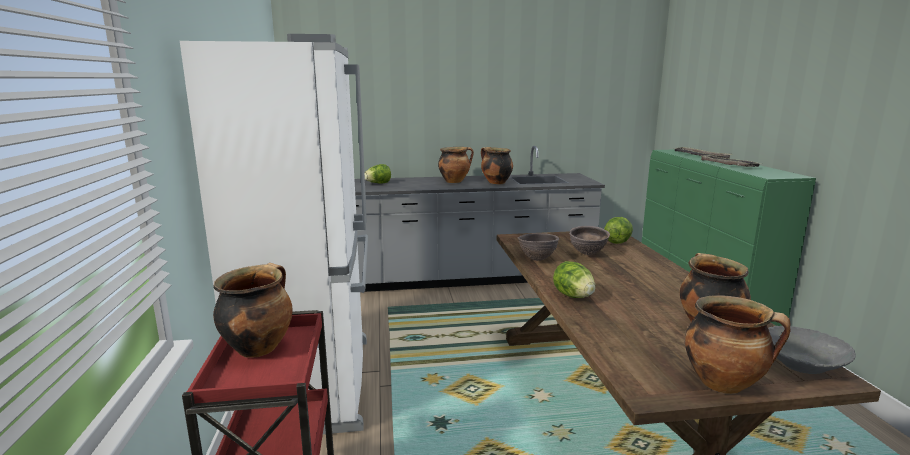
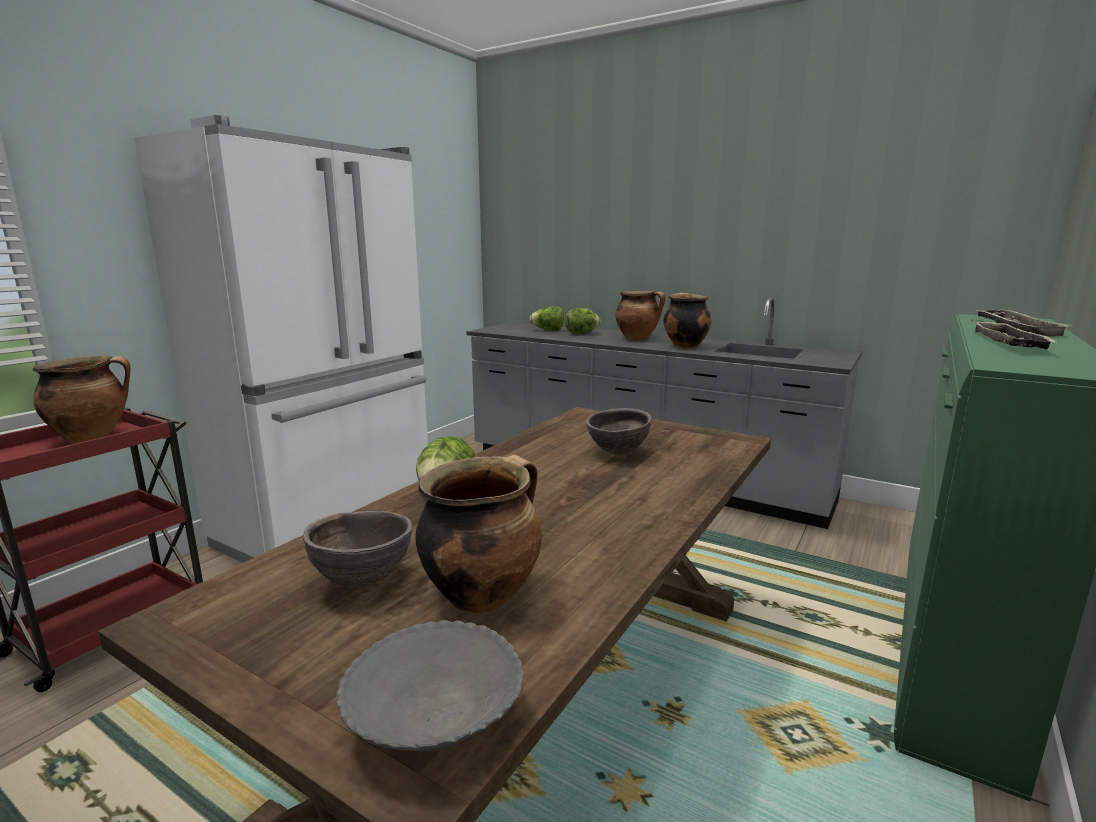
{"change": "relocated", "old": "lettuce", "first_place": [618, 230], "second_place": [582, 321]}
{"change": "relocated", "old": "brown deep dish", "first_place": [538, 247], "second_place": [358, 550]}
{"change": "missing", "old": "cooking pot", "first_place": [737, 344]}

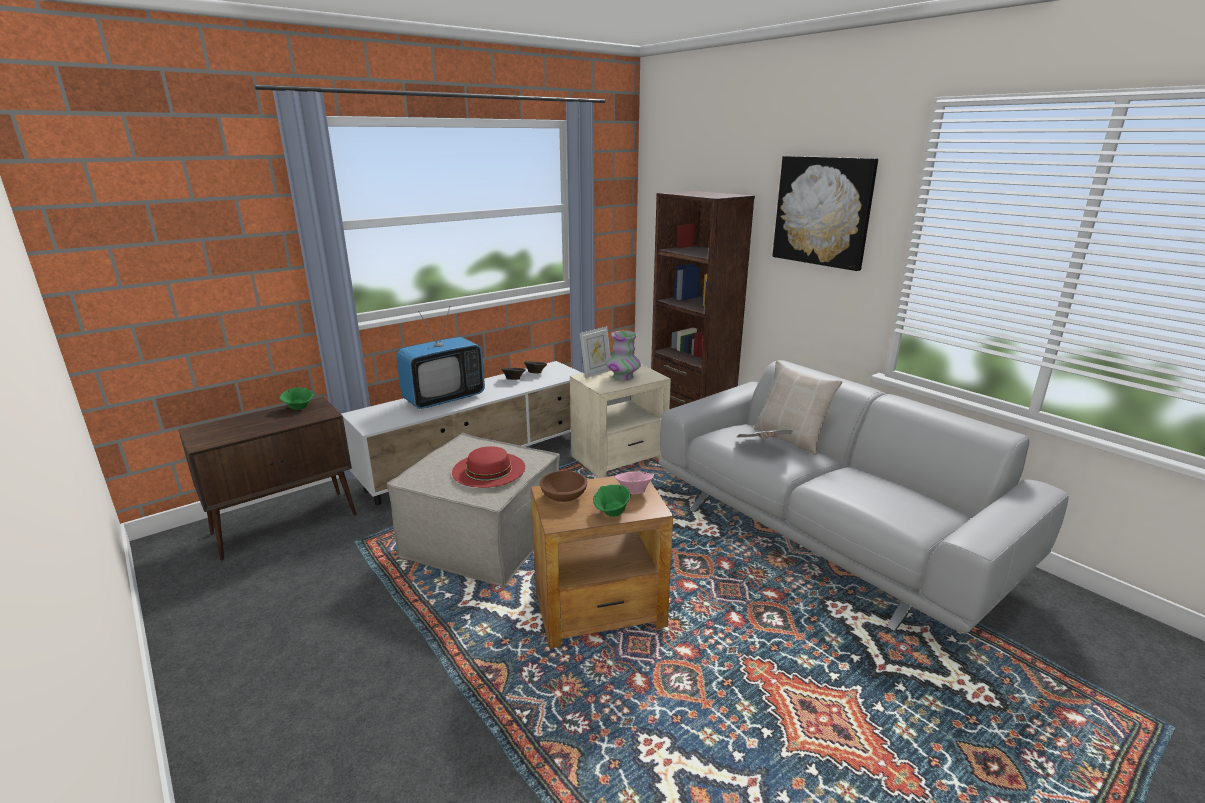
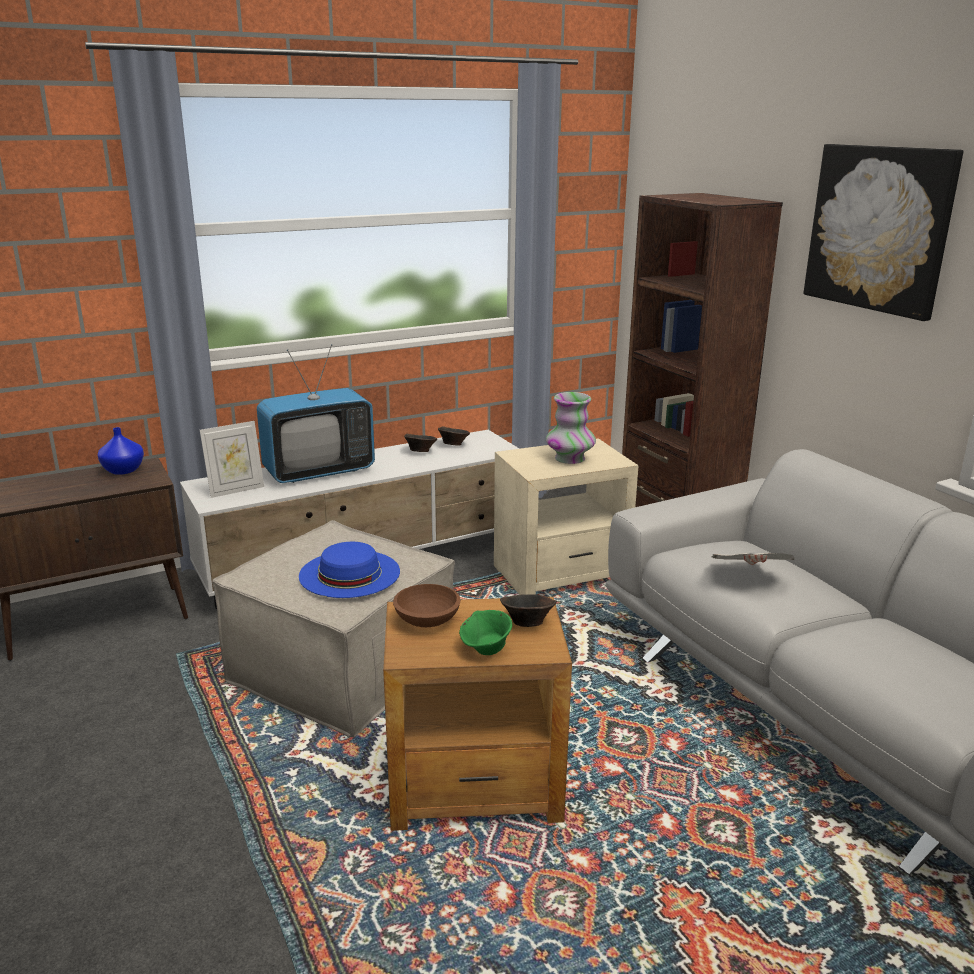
{"change": "relocated", "old": "photo frame", "first_place": [595, 352], "second_place": [232, 459]}
{"change": "missing", "old": "beige cushion", "first_place": [798, 408]}
{"change": "exchanged", "old": "green deep dish", "new": "blue-coloured flower vase", "first_place": [296, 399], "second_place": [121, 451]}
{"change": "colour", "old": "red-coloured wearable hat", "new": "blue-coloured wearable hat", "first_place": [488, 467], "second_place": [349, 570]}
{"change": "colour", "old": "pinkish deep dish", "new": "brown deep dish", "first_place": [634, 482], "second_place": [528, 610]}

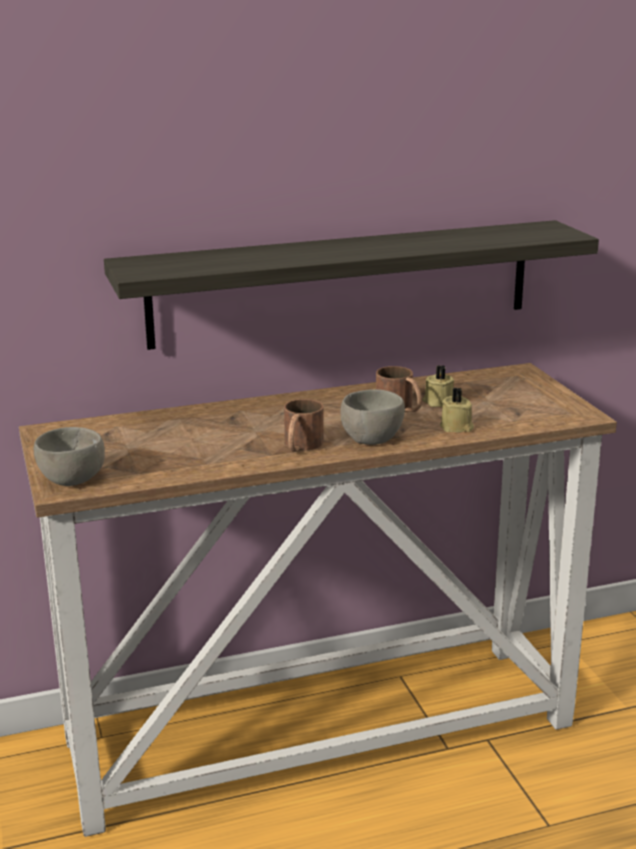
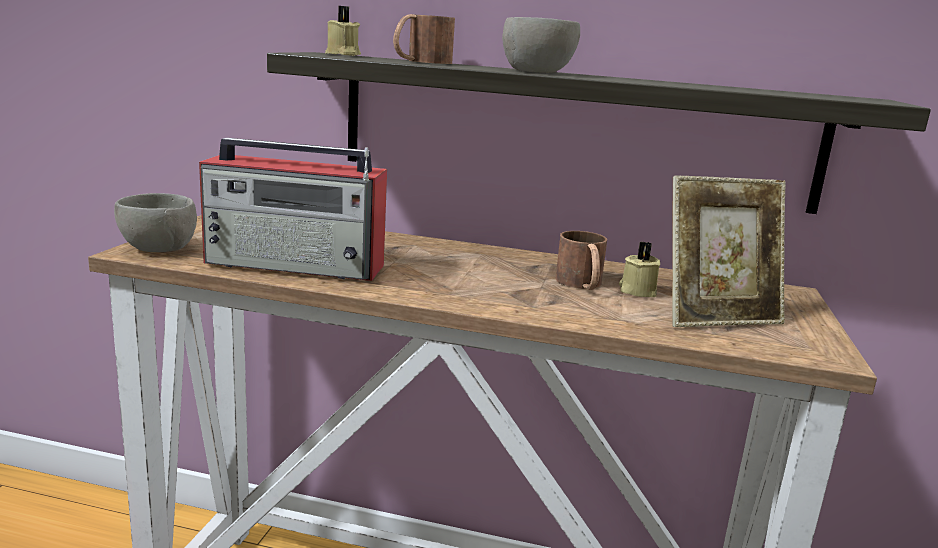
{"change": "relocated", "old": "beige wax light", "first_place": [457, 410], "second_place": [343, 31]}
{"change": "relocated", "old": "gray deep dish", "first_place": [373, 417], "second_place": [541, 45]}
{"change": "relocated", "old": "brown coffee mug", "first_place": [304, 425], "second_place": [424, 39]}
{"change": "appeared", "new": "radio receiver", "second_place": [293, 209]}
{"change": "appeared", "new": "photo frame", "second_place": [728, 251]}

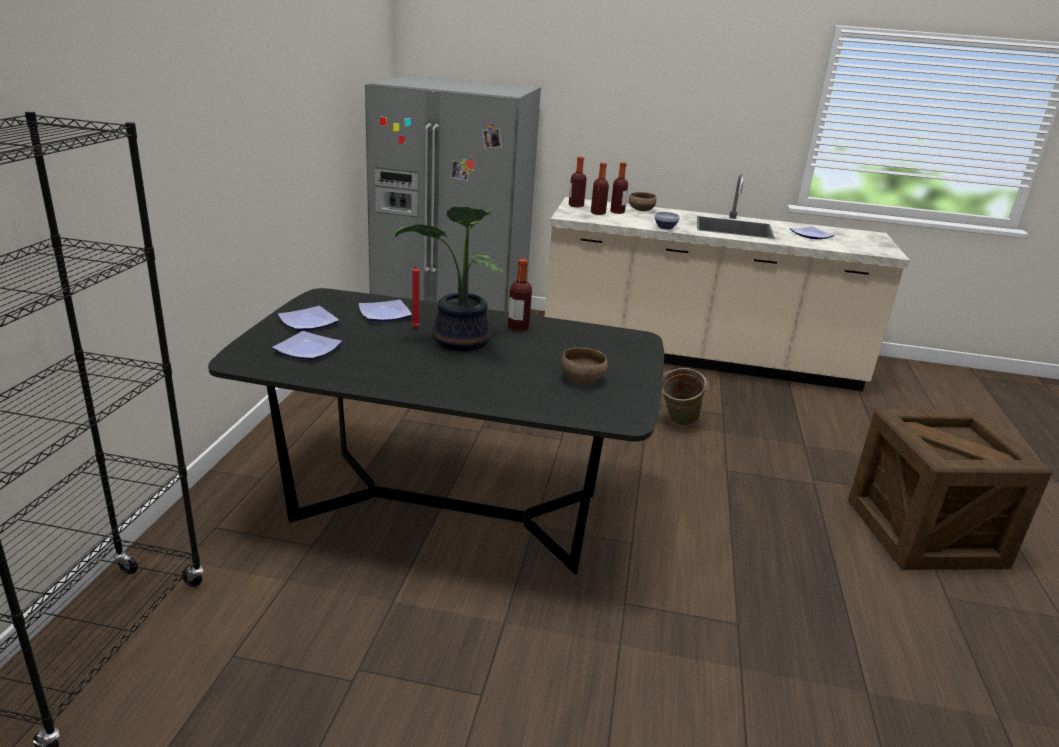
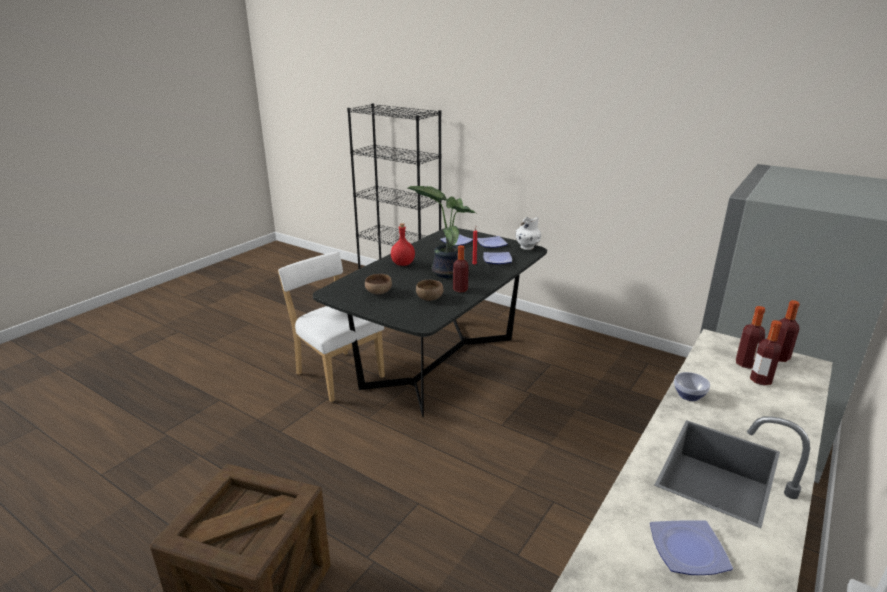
{"change": "relocated", "old": "brown deep dish", "first_place": [642, 201], "second_place": [429, 290]}
{"change": "missing", "old": "green bucket", "first_place": [685, 397]}
{"change": "appeared", "new": "whitish flower vase", "second_place": [528, 233]}
{"change": "appeared", "new": "red-coloured drink bottle", "second_place": [403, 244]}
{"change": "appeared", "new": "whitish plain chair", "second_place": [331, 327]}

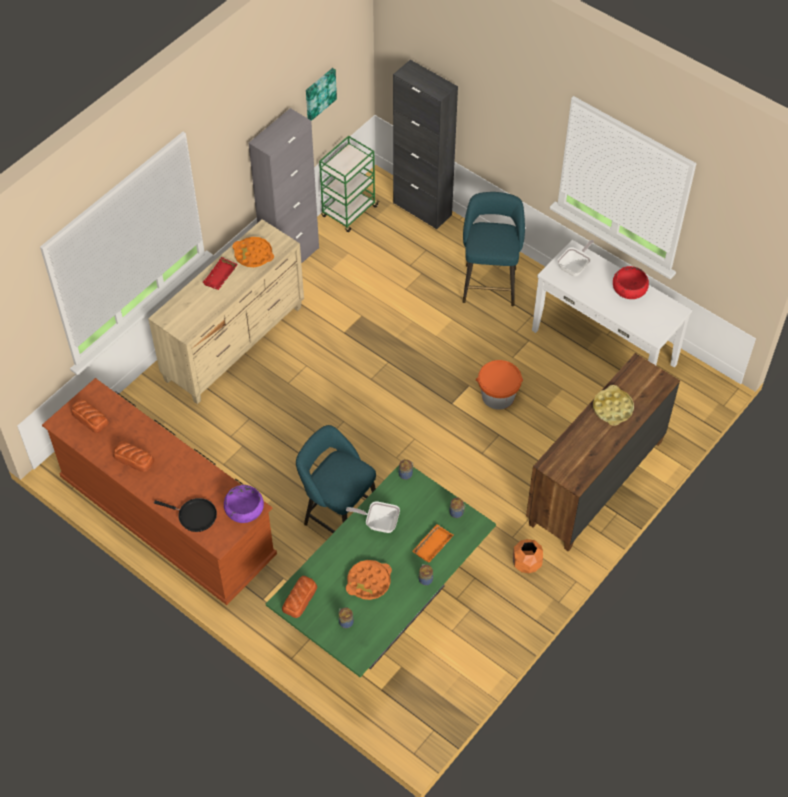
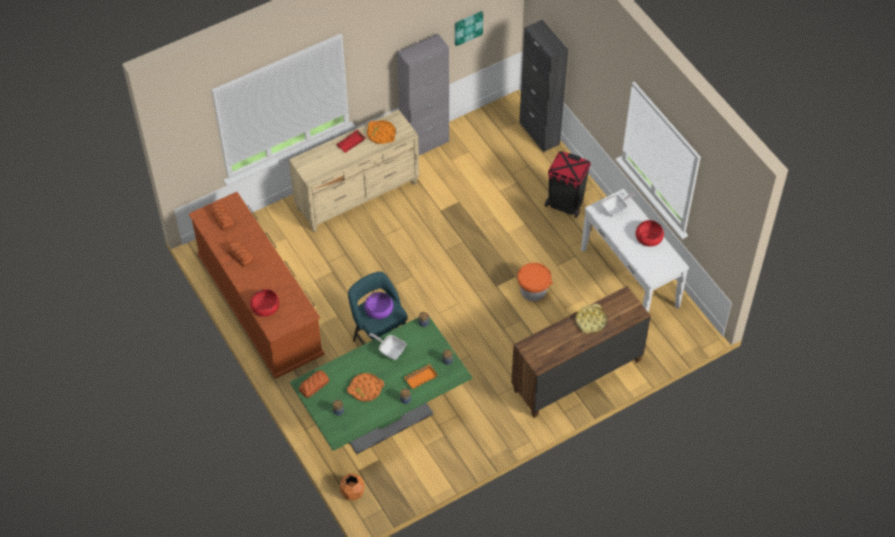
{"change": "missing", "old": "green cart", "first_place": [349, 184]}
{"change": "exchanged", "old": "turquoise stool seat", "new": "blackish waste bin", "first_place": [494, 249], "second_place": [568, 184]}
{"change": "relocated", "old": "purple deep dish", "first_place": [244, 504], "second_place": [378, 305]}
{"change": "exchanged", "old": "blackish pan", "new": "red-coloured deep dish", "first_place": [185, 515], "second_place": [265, 303]}
{"change": "relocated", "old": "orange plant pot", "first_place": [528, 556], "second_place": [352, 486]}

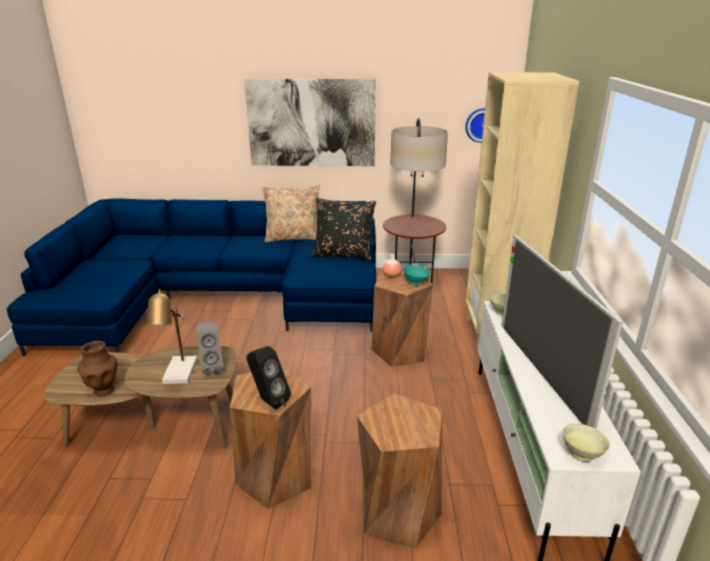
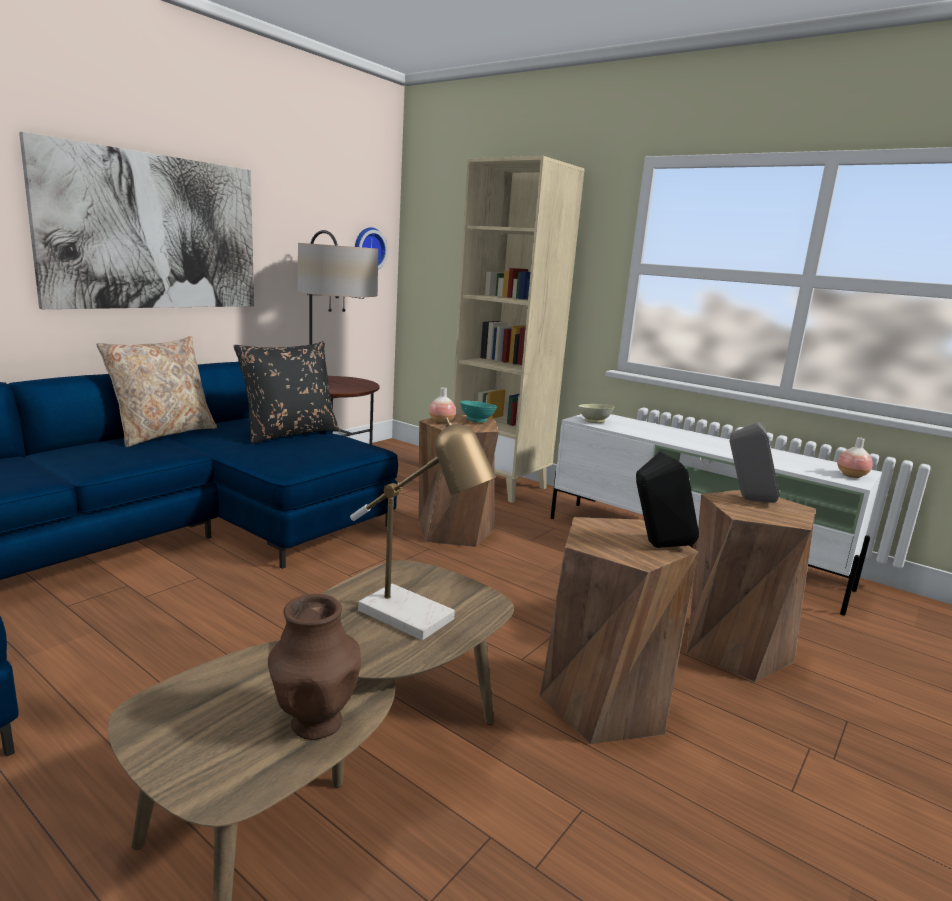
{"change": "missing", "old": "TV", "first_place": [562, 332]}
{"change": "relocated", "old": "gray speaker", "first_place": [210, 348], "second_place": [755, 462]}
{"change": "exchanged", "old": "beige deep dish", "new": "flower vase", "first_place": [586, 443], "second_place": [855, 457]}

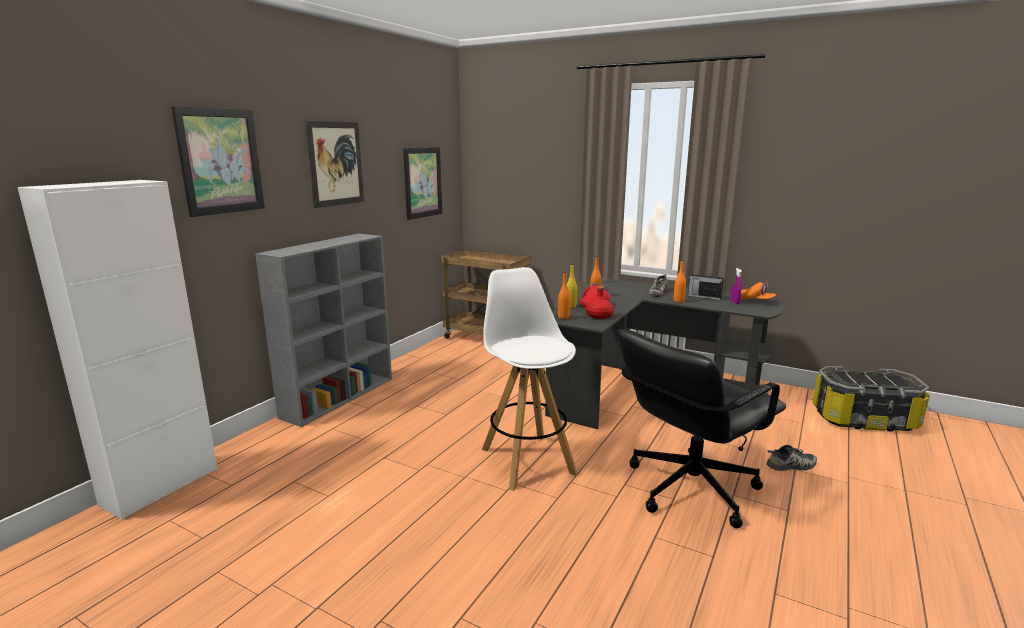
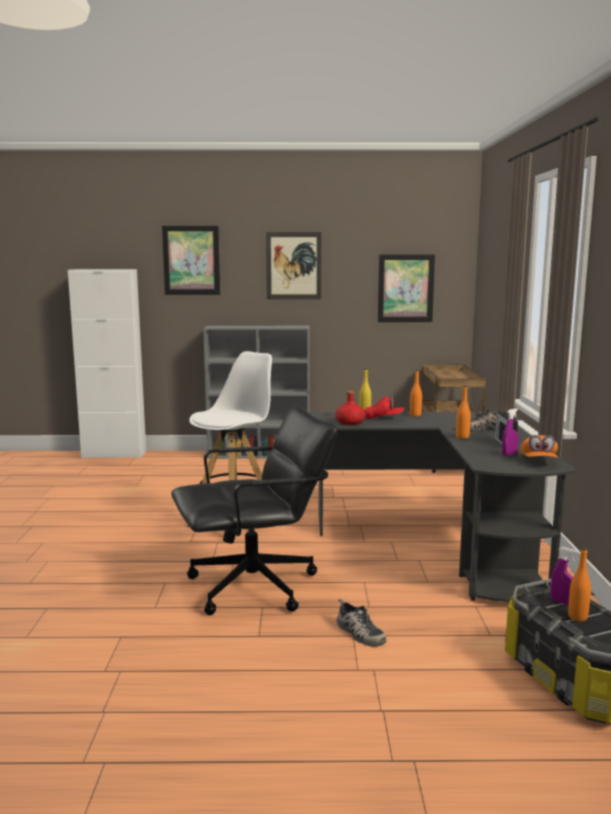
{"change": "relocated", "old": "orange drink bottle", "first_place": [564, 295], "second_place": [579, 584]}
{"change": "spun", "old": "blackish office chair", "first_place": [701, 428], "second_place": [254, 510], "degrees": 135}
{"change": "appeared", "new": "purple hand sprayer", "second_place": [563, 576]}

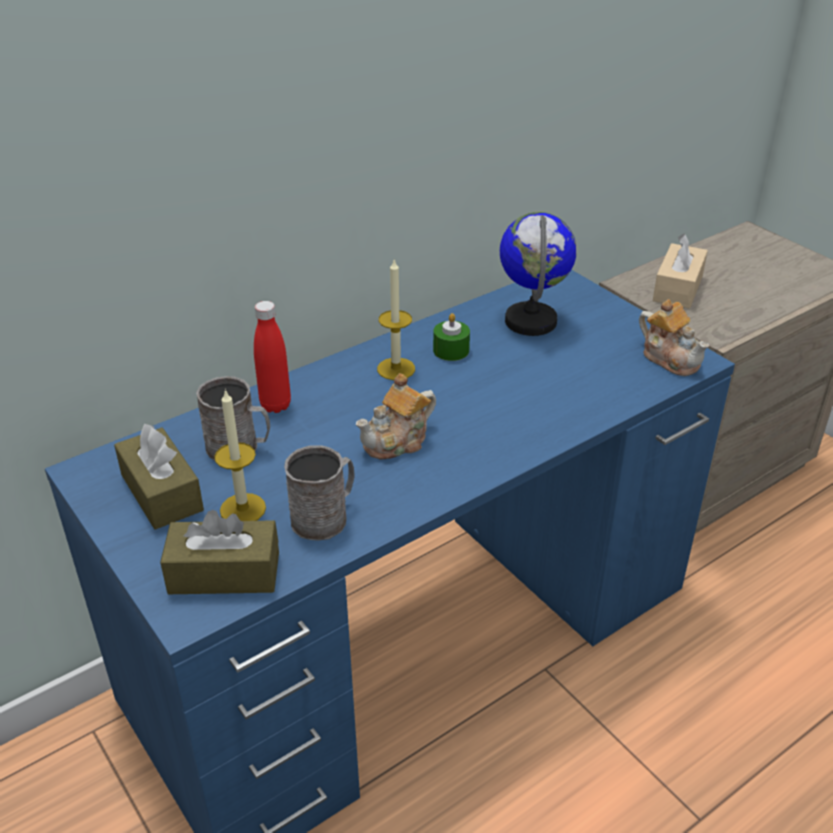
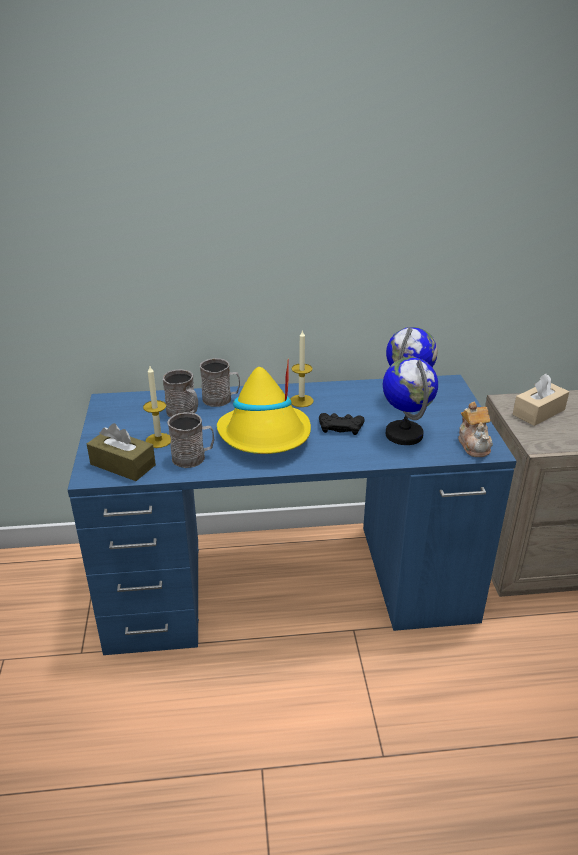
{"change": "exchanged", "old": "red-coloured drink bottle", "new": "gray coffee mug", "first_place": [272, 357], "second_place": [220, 382]}
{"change": "missing", "old": "green wax light", "first_place": [451, 337]}
{"change": "exchanged", "old": "pot for tea", "new": "yellow-coloured wearable hat", "first_place": [396, 416], "second_place": [264, 406]}
{"change": "missing", "old": "brown tissue box", "first_place": [159, 477]}
{"change": "appeared", "new": "world globe", "second_place": [410, 401]}
{"change": "appeared", "new": "blackish game controller", "second_place": [342, 424]}

